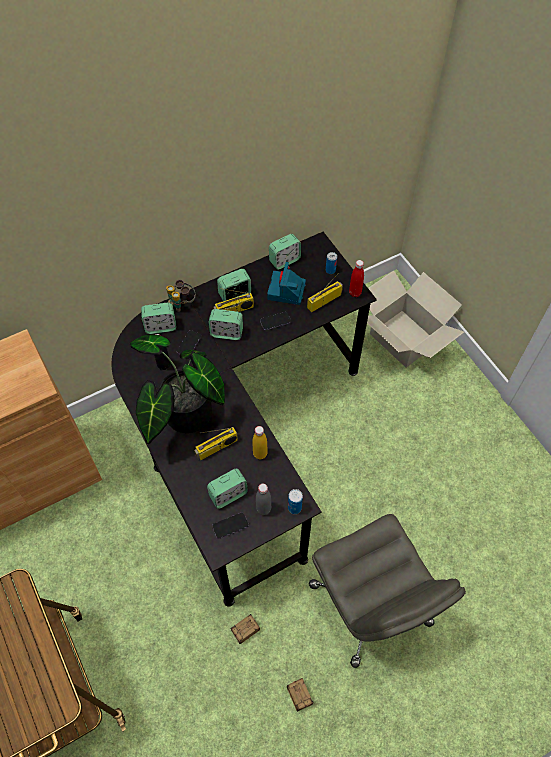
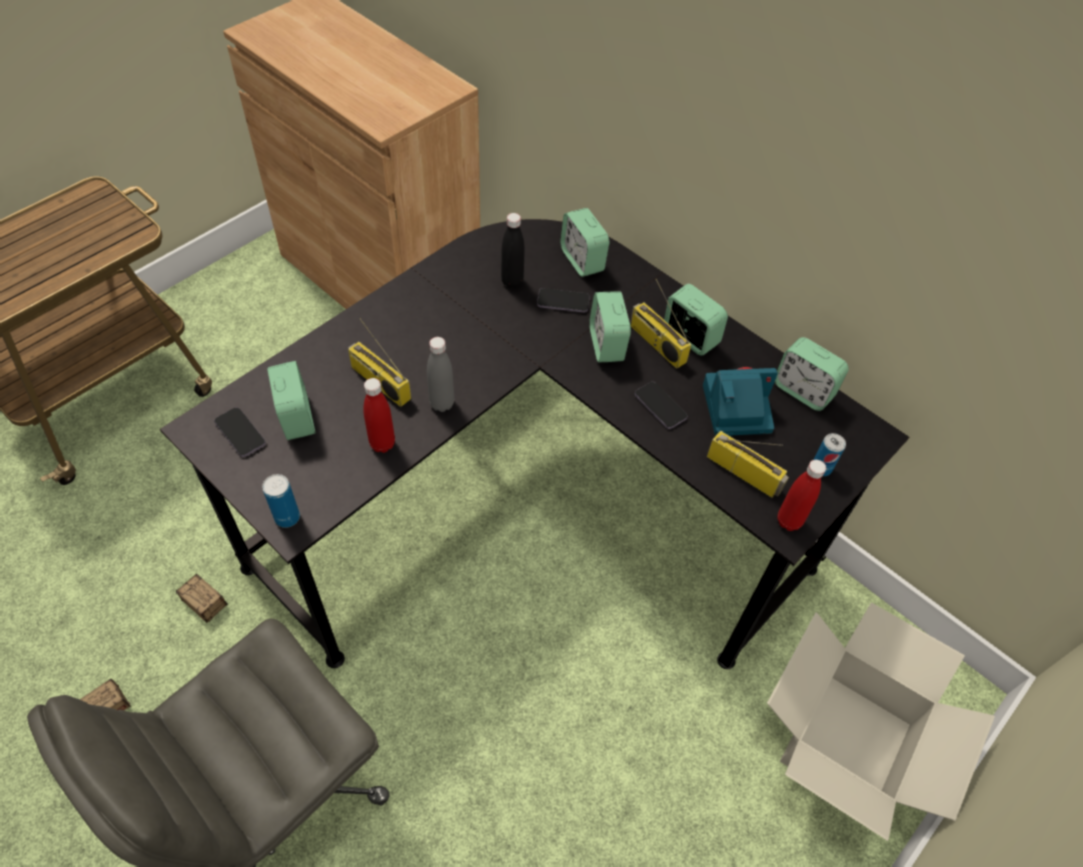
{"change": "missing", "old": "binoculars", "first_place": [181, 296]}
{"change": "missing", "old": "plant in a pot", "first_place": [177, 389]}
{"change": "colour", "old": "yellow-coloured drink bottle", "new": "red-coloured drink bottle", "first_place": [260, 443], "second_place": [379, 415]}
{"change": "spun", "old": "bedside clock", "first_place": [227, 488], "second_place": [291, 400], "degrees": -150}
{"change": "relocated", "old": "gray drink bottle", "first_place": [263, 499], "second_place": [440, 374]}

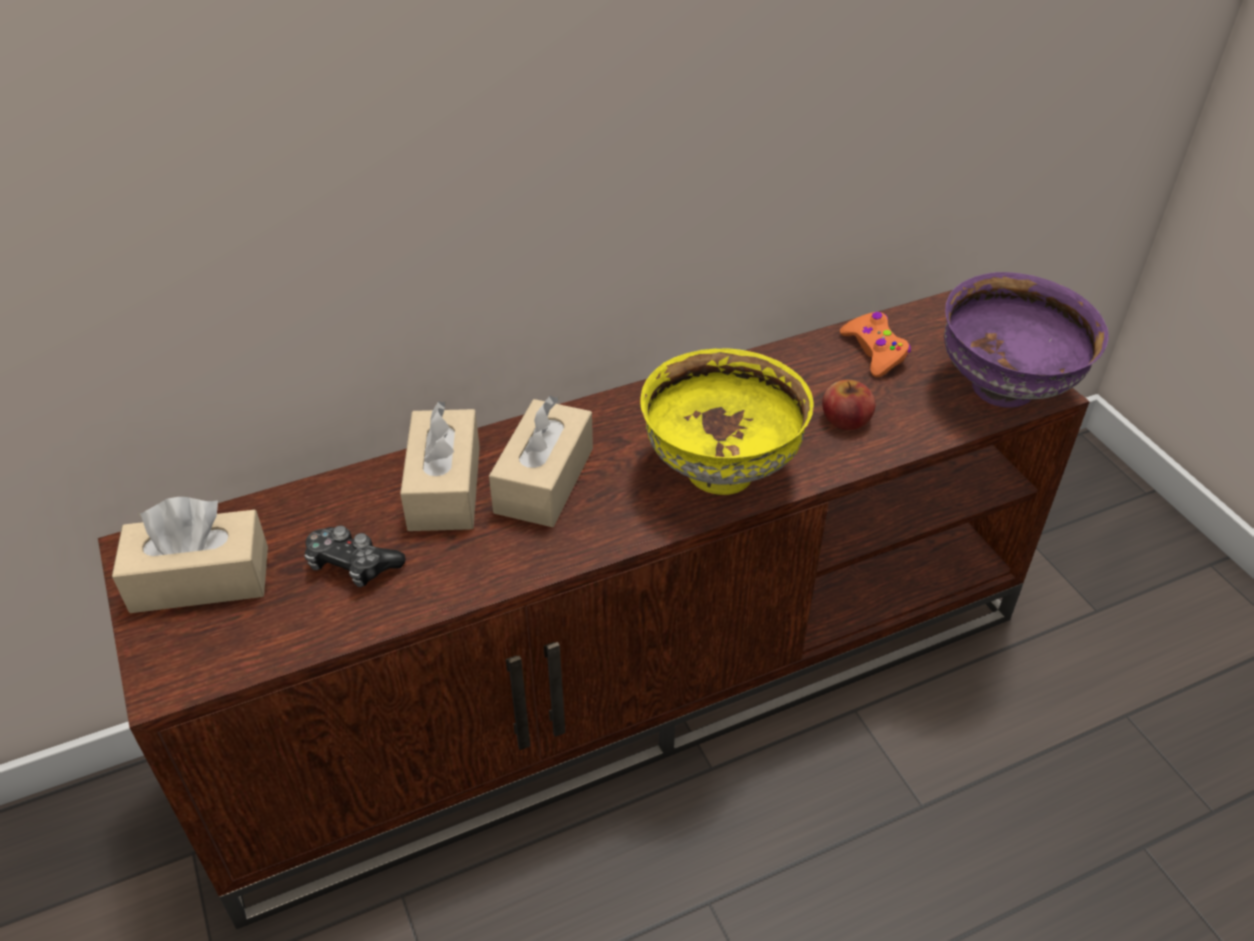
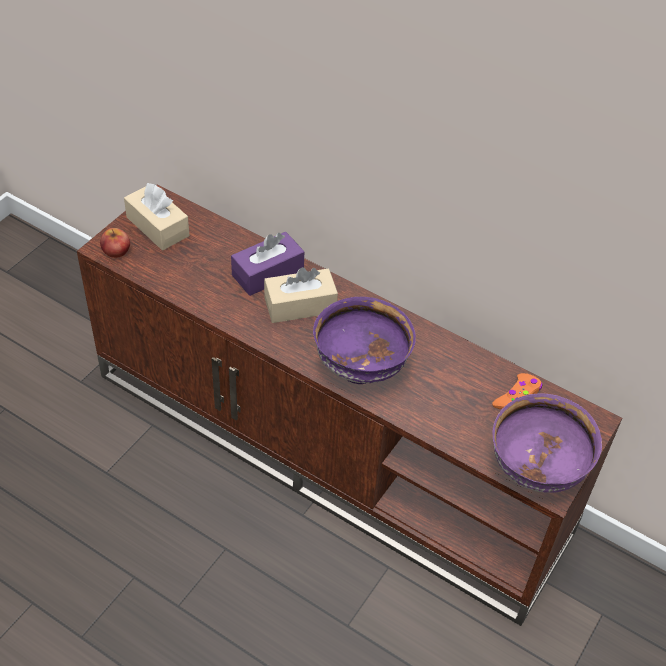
{"change": "colour", "old": "yellow-coloured deep dish", "new": "purple deep dish", "first_place": [727, 421], "second_place": [364, 340]}
{"change": "relocated", "old": "whole apple", "first_place": [848, 405], "second_place": [115, 243]}
{"change": "colour", "old": "beige tissue box", "new": "purple tissue box", "first_place": [440, 466], "second_place": [267, 264]}
{"change": "missing", "old": "game controller", "first_place": [355, 556]}

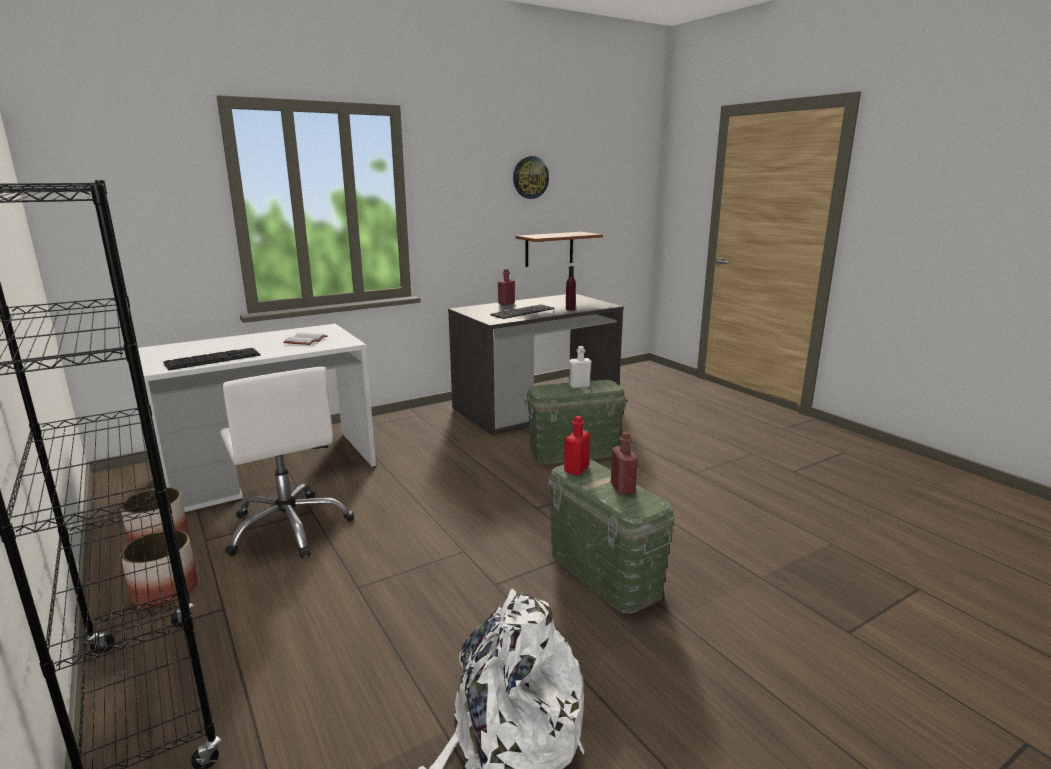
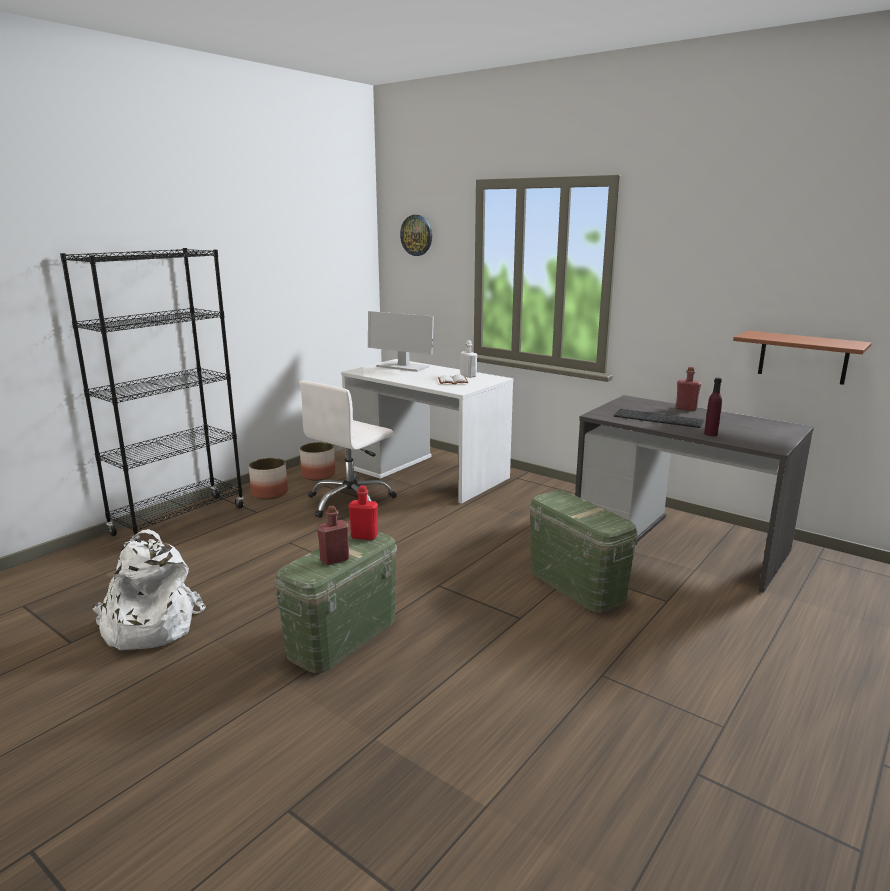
{"change": "relocated", "old": "wall clock", "first_place": [531, 177], "second_place": [416, 235]}
{"change": "relocated", "old": "whitish drink bottle", "first_place": [580, 367], "second_place": [468, 359]}
{"change": "missing", "old": "PC keyboard", "first_place": [212, 359]}
{"change": "appeared", "new": "computer screen", "second_place": [401, 341]}

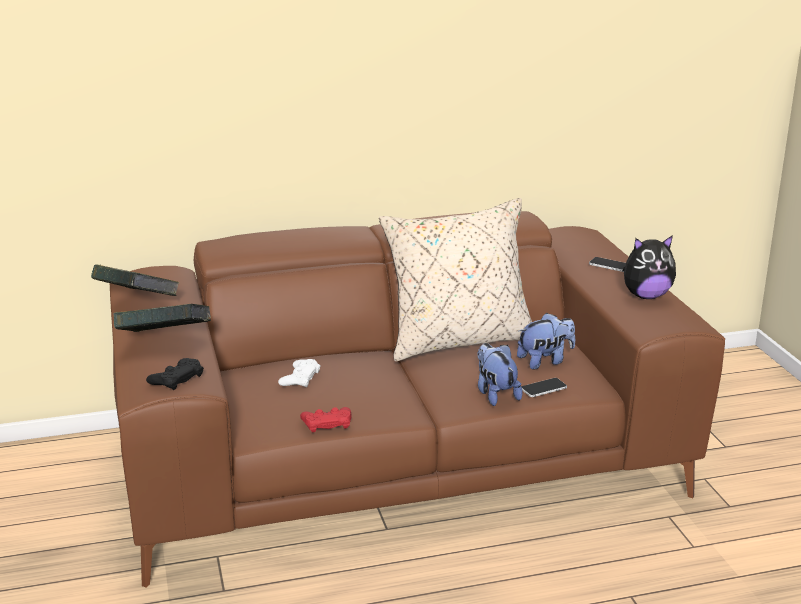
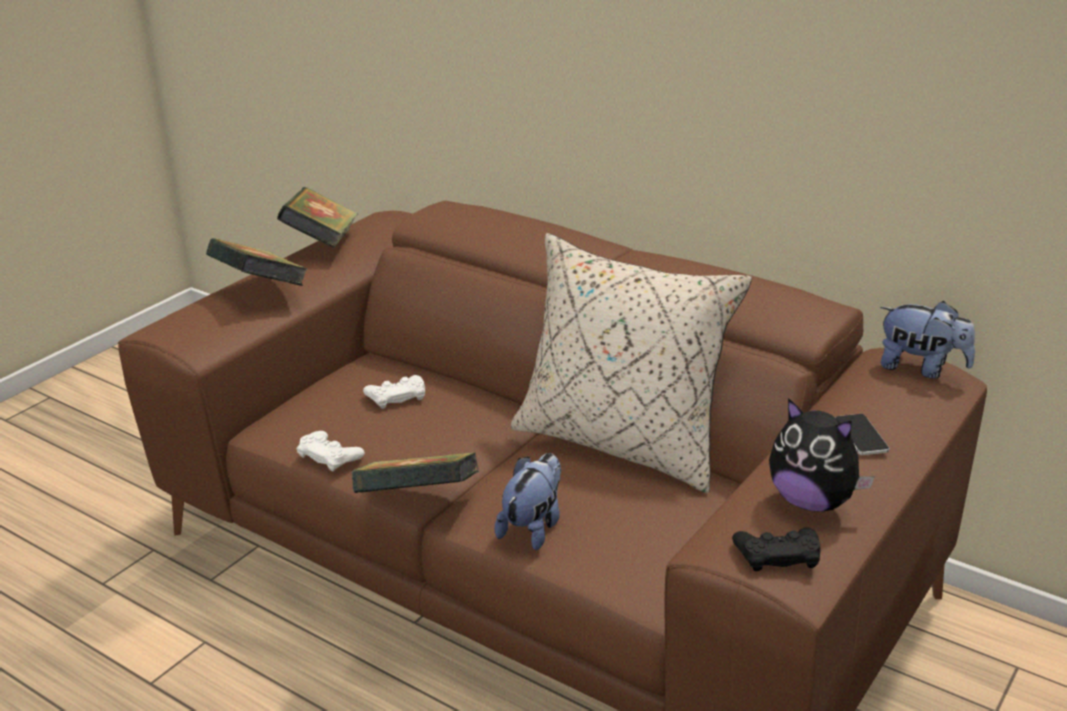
{"change": "relocated", "old": "plush toy", "first_place": [546, 341], "second_place": [927, 340]}
{"change": "relocated", "old": "blackish game controller", "first_place": [175, 374], "second_place": [776, 549]}
{"change": "missing", "old": "phone", "first_place": [544, 387]}
{"change": "colour", "old": "red-coloured game controller", "new": "whitish game controller", "first_place": [325, 419], "second_place": [330, 451]}
{"change": "appeared", "new": "bound book", "second_place": [415, 472]}

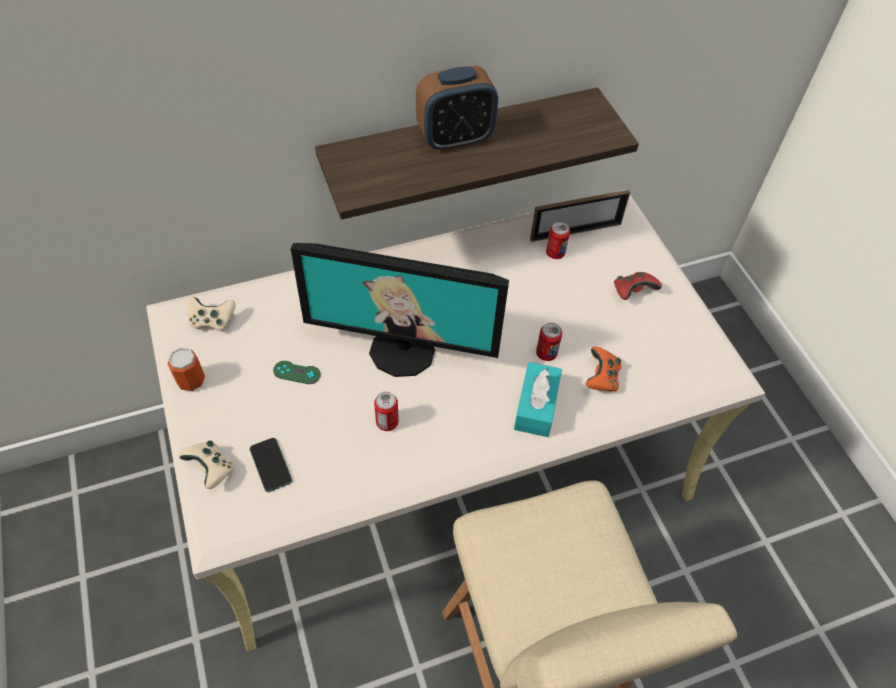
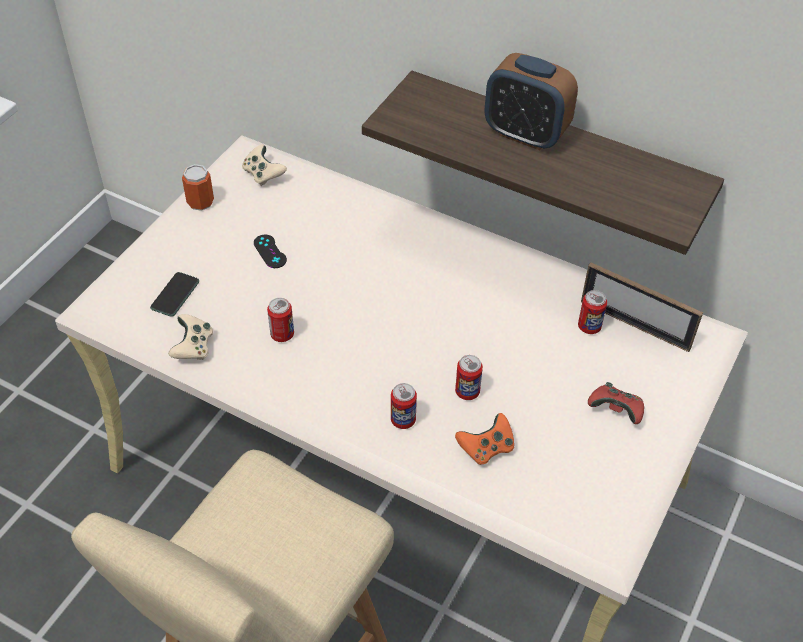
{"change": "missing", "old": "computer screen", "first_place": [400, 310]}
{"change": "colour", "old": "green game controller", "new": "blackish game controller", "first_place": [297, 372], "second_place": [270, 251]}
{"change": "exchanged", "old": "turquoise tissue box", "new": "metal can", "first_place": [538, 399], "second_place": [404, 406]}
{"change": "relocated", "old": "beige game controller", "first_place": [207, 465], "second_place": [190, 337]}

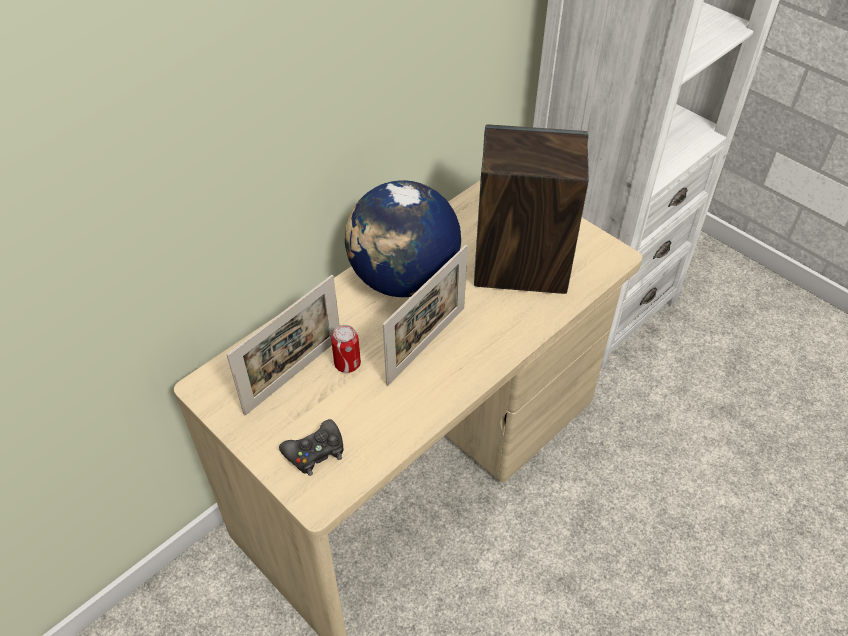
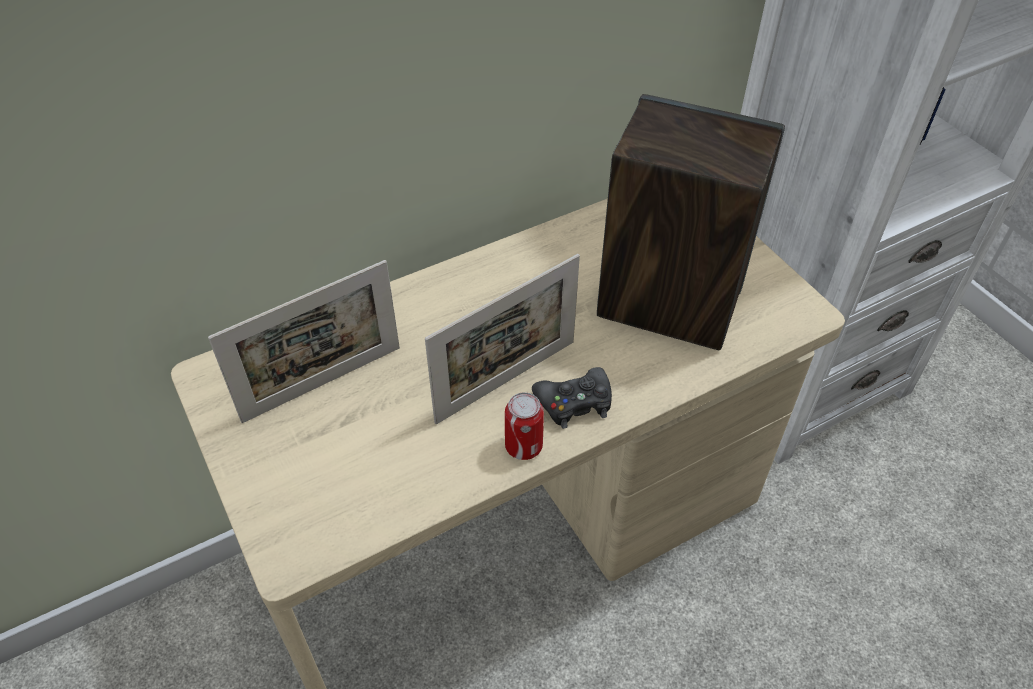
{"change": "missing", "old": "world globe", "first_place": [403, 238]}
{"change": "relocated", "old": "metal can", "first_place": [346, 349], "second_place": [524, 426]}
{"change": "relocated", "old": "blackish game controller", "first_place": [311, 447], "second_place": [572, 398]}

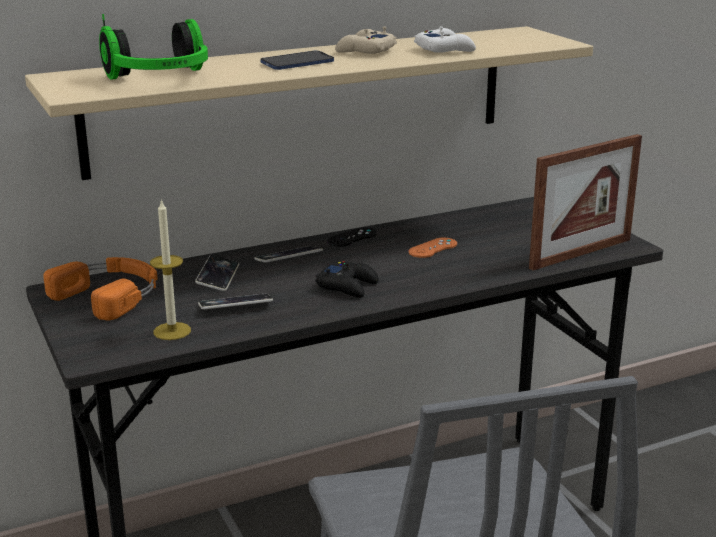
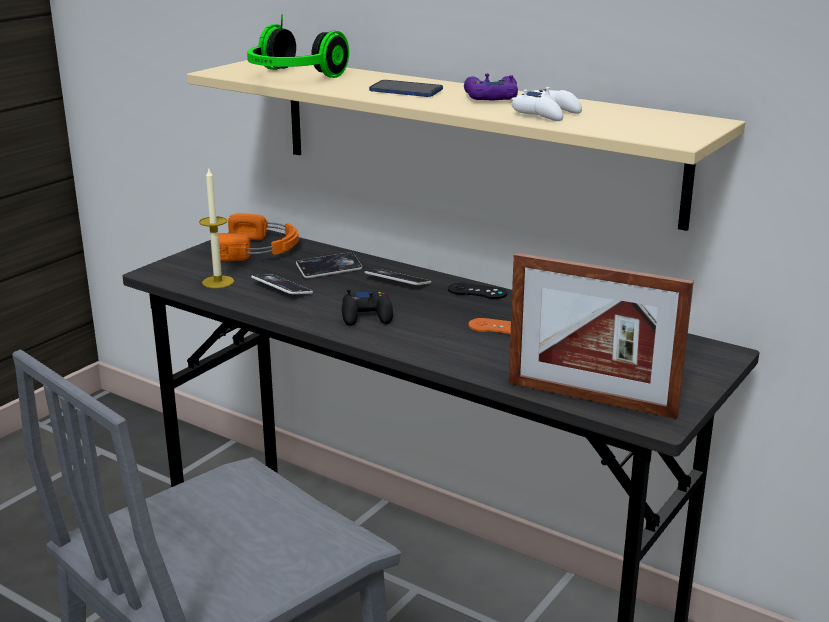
{"change": "colour", "old": "beige game controller", "new": "purple game controller", "first_place": [366, 40], "second_place": [491, 87]}

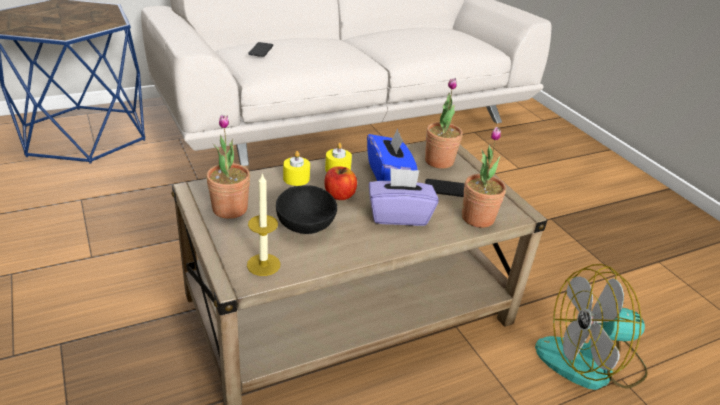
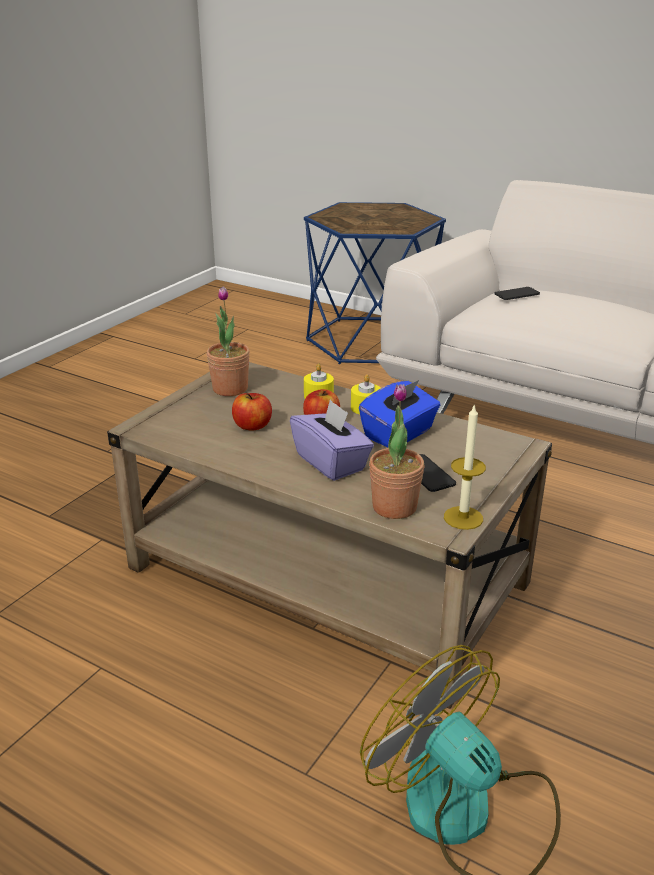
{"change": "missing", "old": "plant in a pot", "first_place": [444, 123]}
{"change": "relocated", "old": "wax light", "first_place": [263, 224], "second_place": [465, 467]}
{"change": "exchanged", "old": "blackish deep dish", "new": "whole apple", "first_place": [306, 209], "second_place": [252, 411]}

